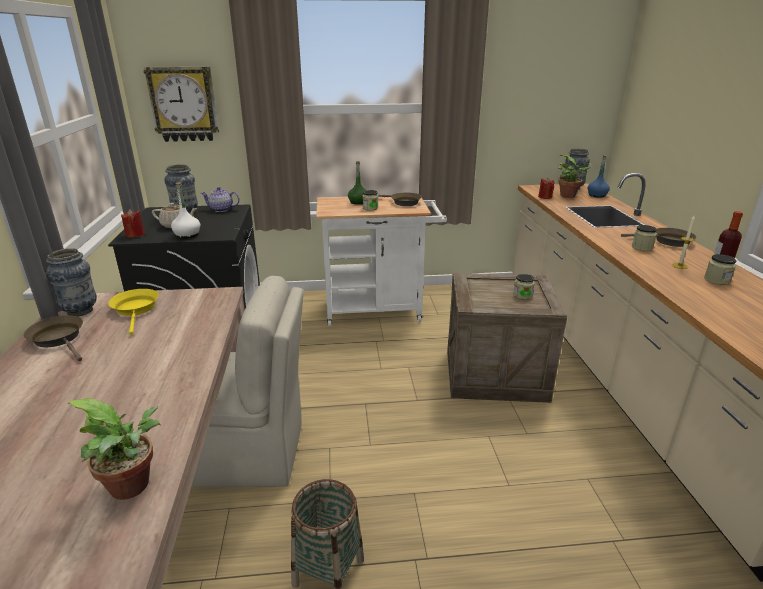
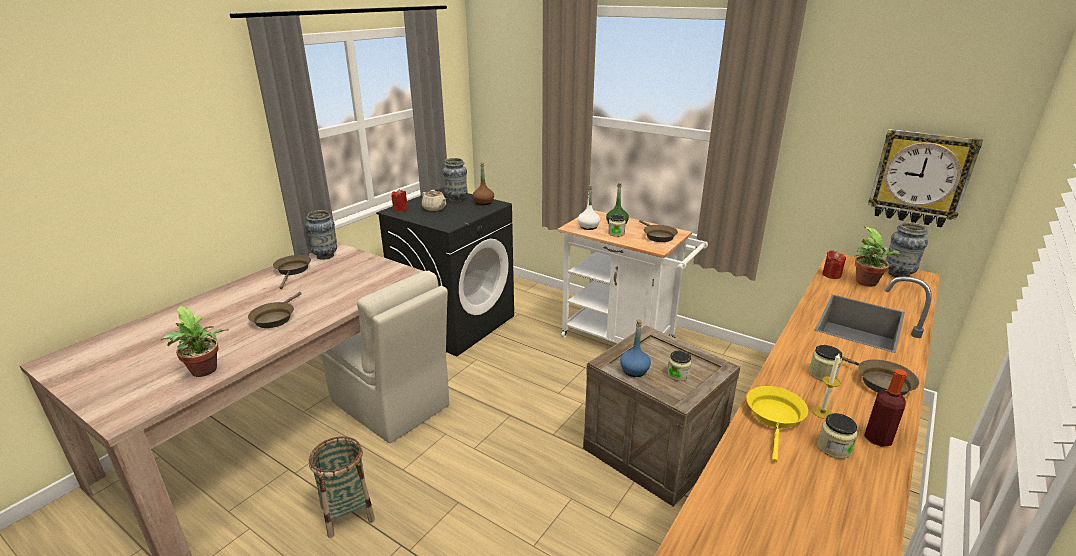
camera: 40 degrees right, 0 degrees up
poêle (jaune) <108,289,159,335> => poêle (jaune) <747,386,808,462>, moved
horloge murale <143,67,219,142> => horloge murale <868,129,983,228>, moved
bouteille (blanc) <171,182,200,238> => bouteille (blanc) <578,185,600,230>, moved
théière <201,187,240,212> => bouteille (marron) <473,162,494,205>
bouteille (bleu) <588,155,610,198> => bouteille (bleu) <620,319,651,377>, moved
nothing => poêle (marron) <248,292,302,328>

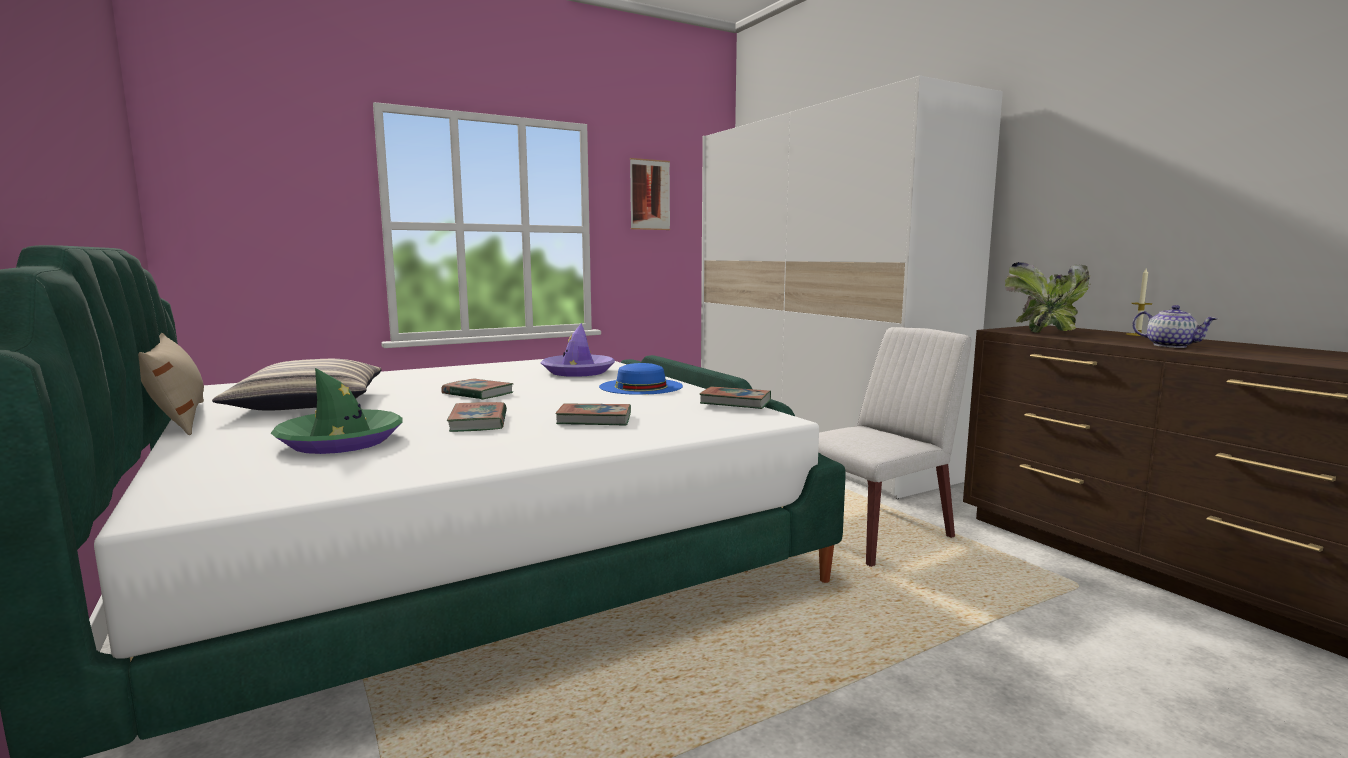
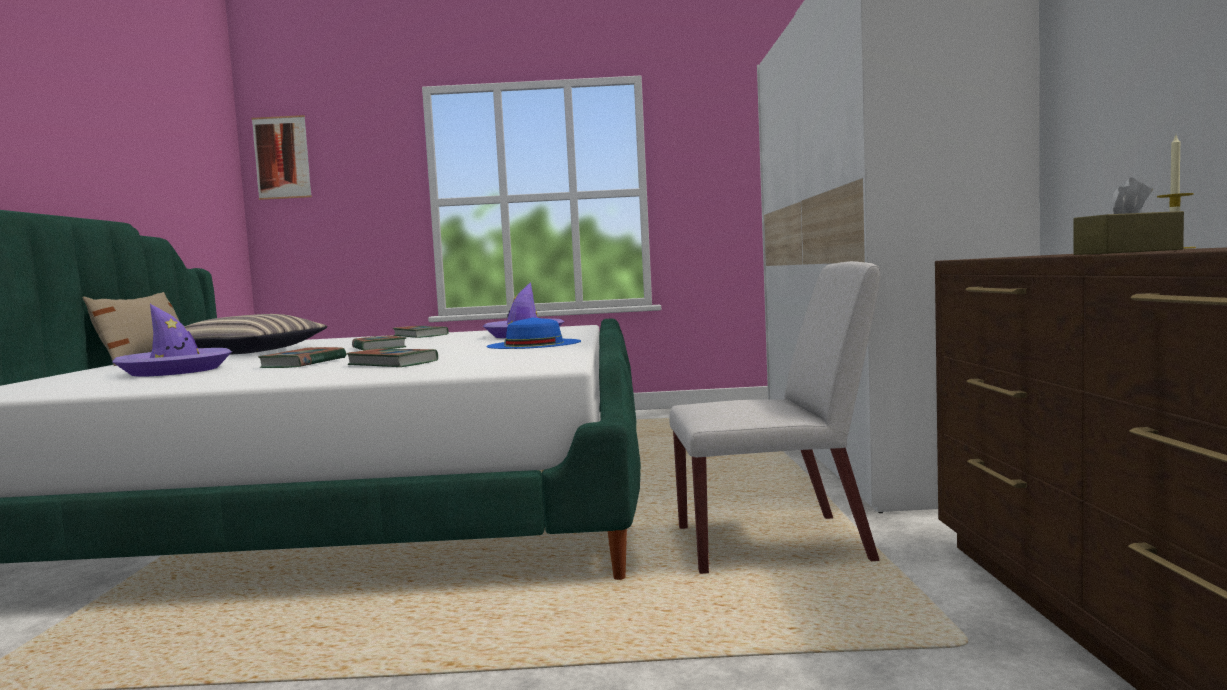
camera: 30 degrees right, 5 degrees down
chapeau (vert) <271,368,403,454> => chapeau (violet) <112,304,232,377>
tableau <630,158,670,230> => tableau <251,115,312,200>, moved
livre <700,386,771,409> => livre <393,326,449,338>, moved
plante en pot <1005,262,1090,333> => nothing
théière <1132,305,1218,348> => boîte à mouchoirs (marron) <1074,177,1184,255>

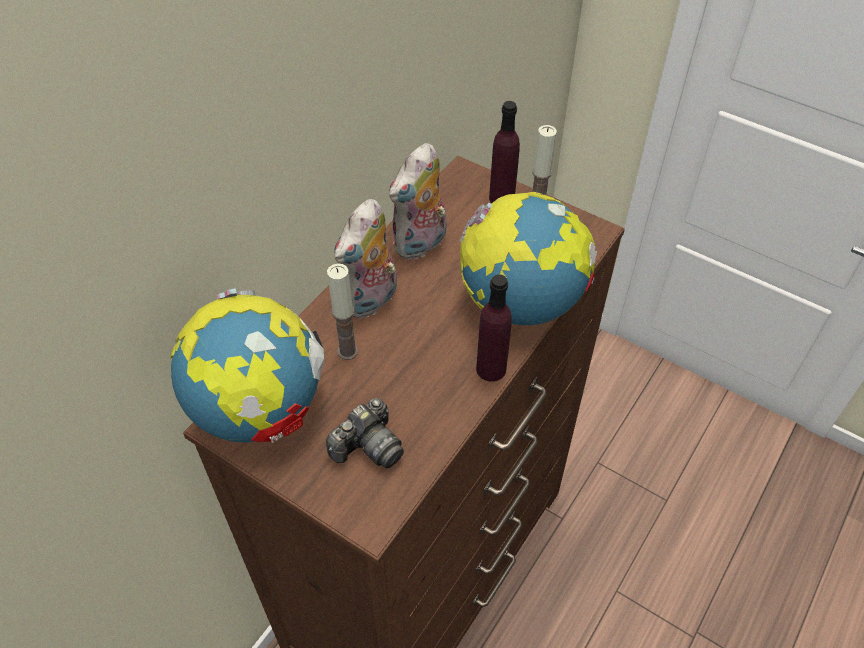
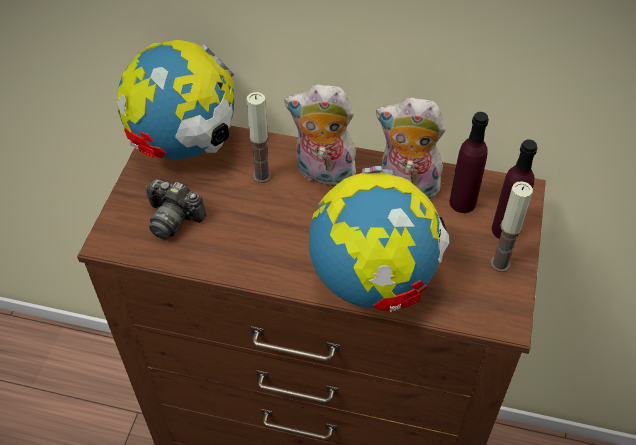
camera: 70 degrees right, 0 degrees up
bouteille (violet) <476,274,512,382> => bouteille (violet) <449,112,489,213>, moved

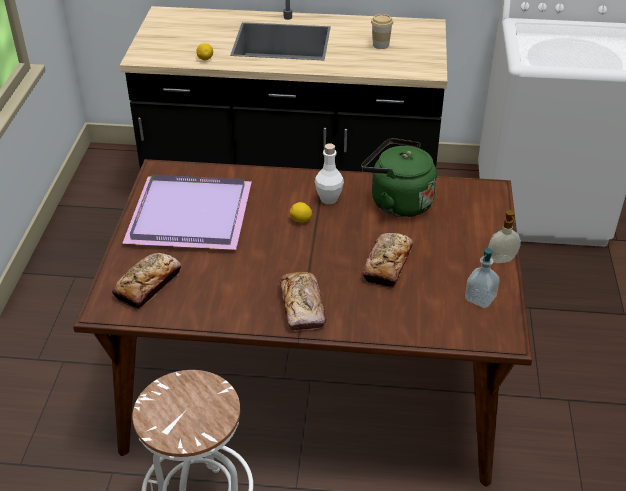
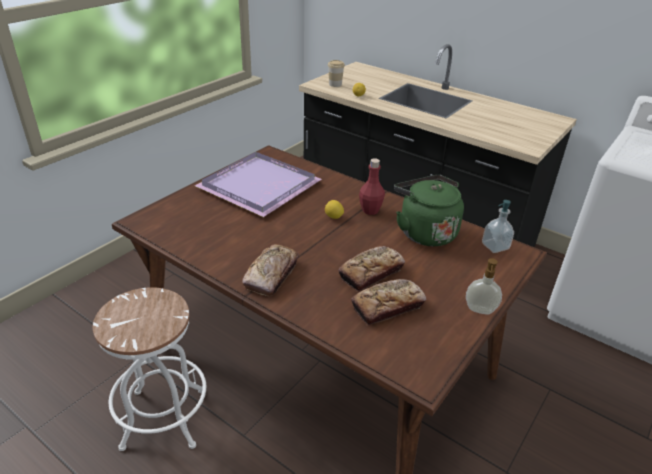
camera: 30 degrees right, 5 degrees down
pain <112,253,181,310> => pain <351,279,426,325>, moved
bouteille (blanc) <315,144,344,204> => bouteille (rouge) <359,158,385,215>
tasse <371,14,393,49> => tasse <328,60,345,87>, moved
distributeur de savon <465,248,499,308> => distributeur de savon <482,200,514,253>, moved

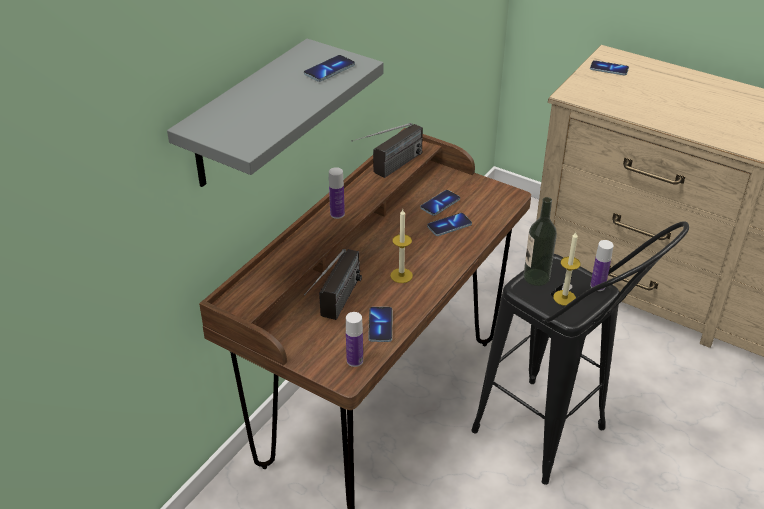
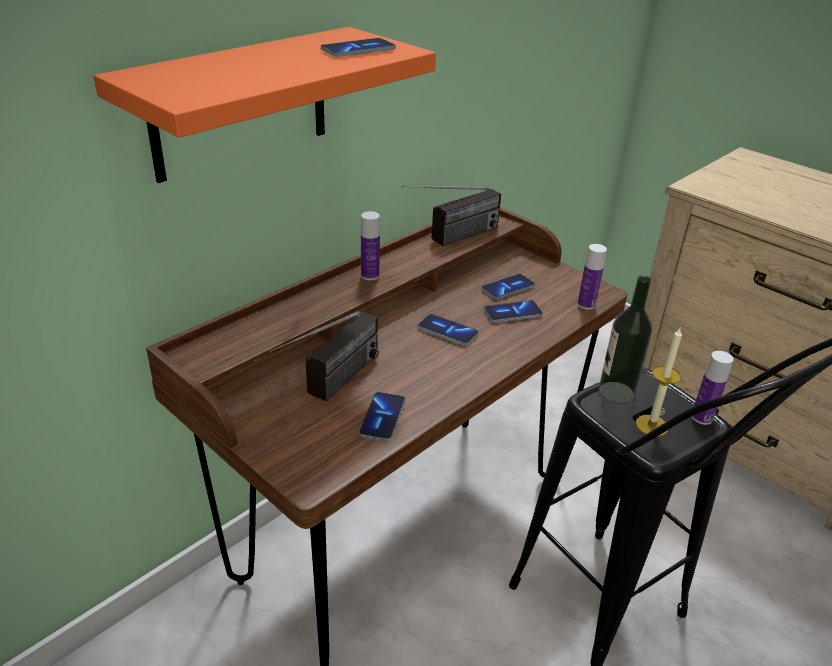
camera: 10 degrees right, 5 degrees down
étagère (gris) <167,39,383,187> => étagère (orange) <93,27,436,183>
bouteille <346,312,363,367> => bouteille <578,244,607,310>, moved
bougie <390,209,413,283> => nothing
téléphone <590,60,629,75> => téléphone <418,314,478,346>, moved

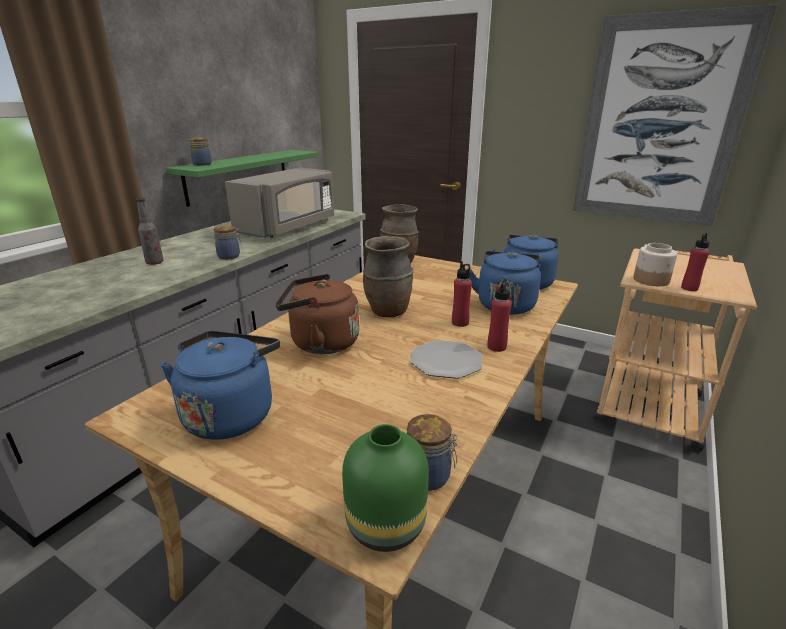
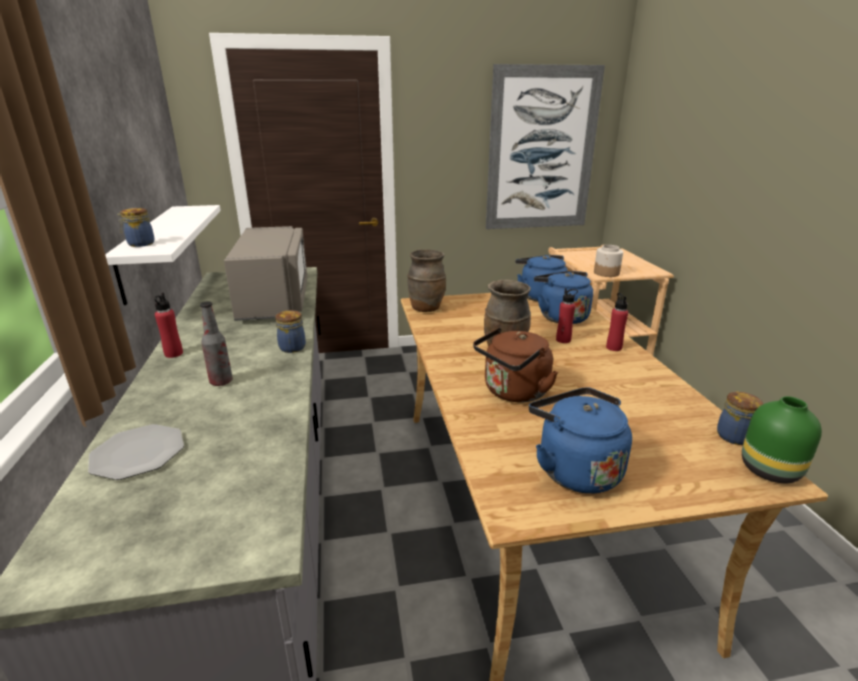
camera: 40 degrees left, 0 degrees up
étagère (vert) <166,150,319,207> => étagère (blanc) <105,205,221,305>
assiette <410,340,482,379> => assiette <88,424,184,480>, moved
bouteille (rouge) <681,233,710,291> => bouteille (rouge) <154,293,183,358>, moved

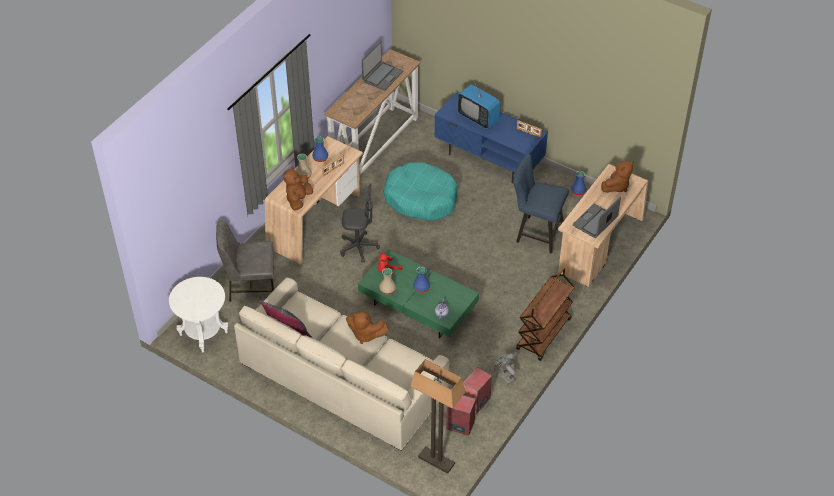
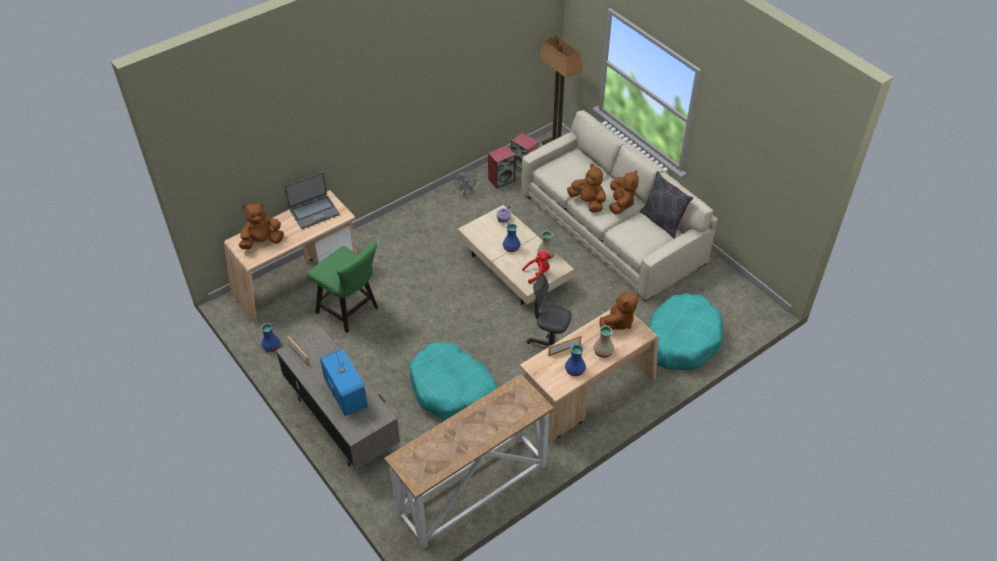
camera: 160 degrees left, 0 degrees up
table d'appoint (blanc) <169,277,228,352> => nothing
chaise (gris) <216,220,274,302> => panier pour chien (turquoise) <648,293,723,370>
table basse (vert) <358,249,479,338> => table basse (beige) <458,205,574,305>
ordinateur portable <362,41,403,91> => nothing
meuble télé (bleu) <434,93,548,183> => meuble télé (gris) <276,327,400,470>
chaise (bleu) <513,153,569,254> => chaise (vert) <307,242,378,333>
chariot (marron) <516,268,575,361> => nothing
nothing => peluche (marron) <609,170,639,214>

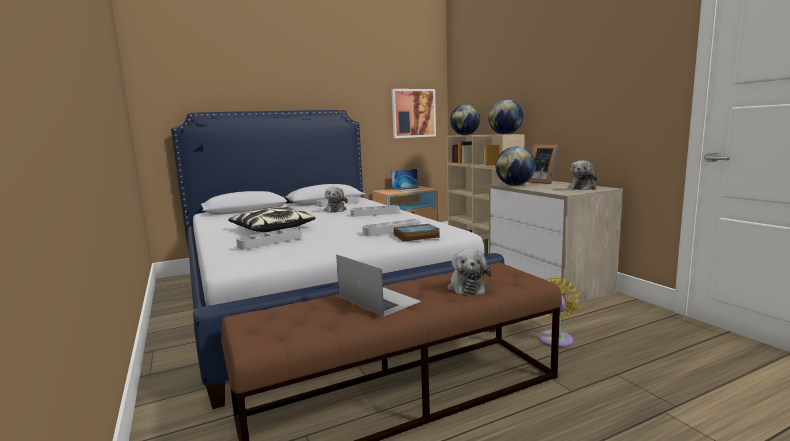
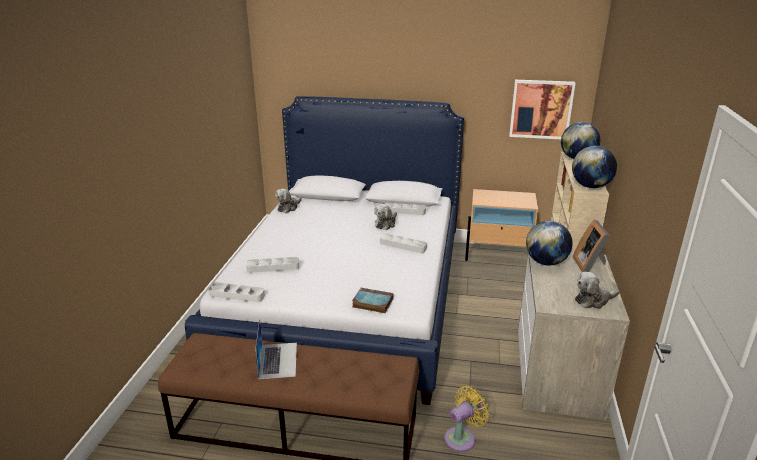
camera: 35 degrees right, 15 degrees up
coussin <228,207,316,232> => nothing
plateau (gris) <362,219,421,236> => plateau (gris) <209,282,265,302>, moved
ordinateur portable <391,169,427,192> => nothing
peluche <447,248,491,296> => peluche <275,189,302,213>, moved

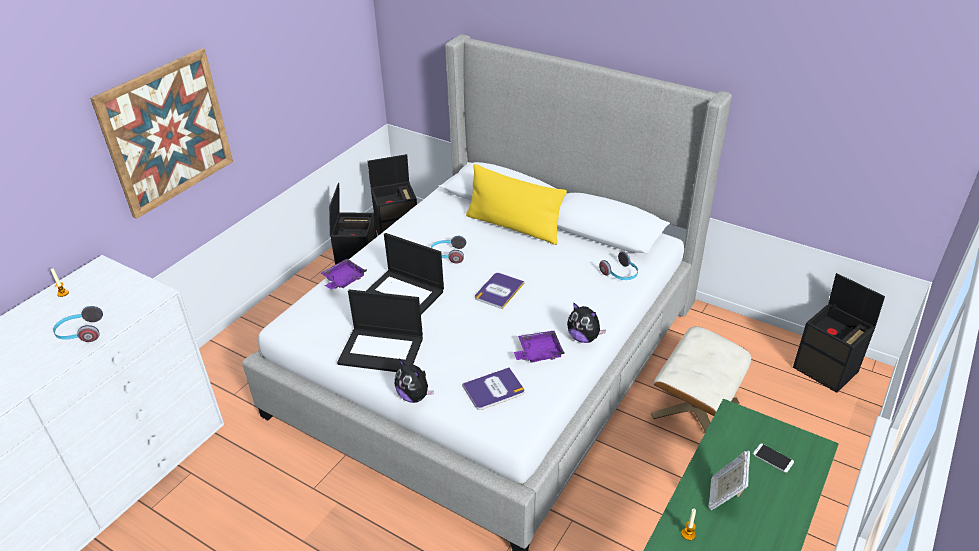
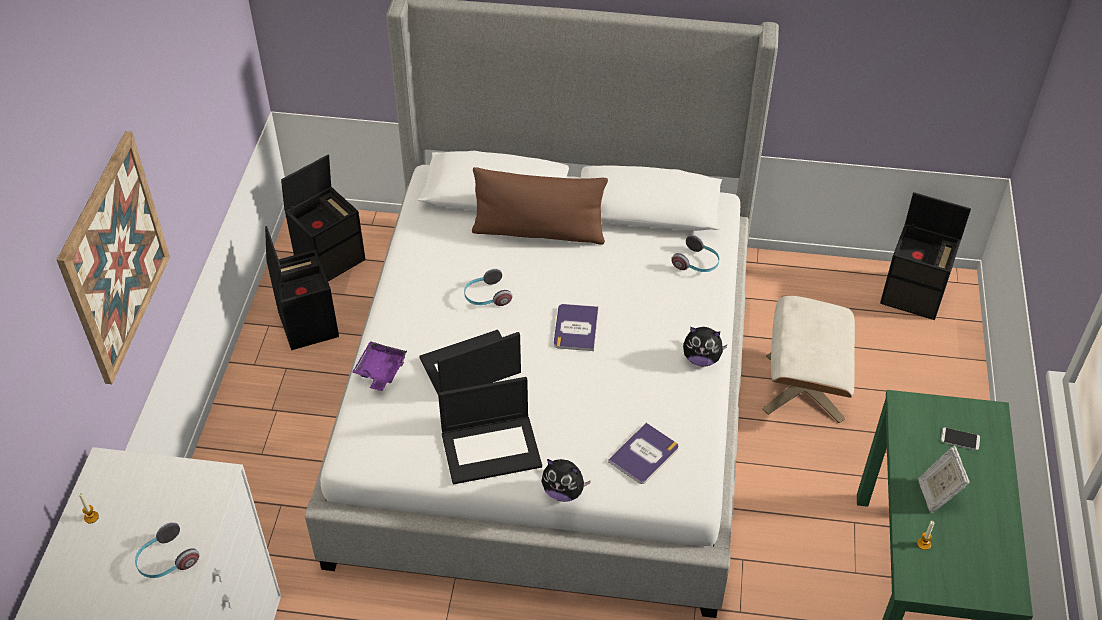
camera: 25 degrees left, 10 degrees up
ordinateur portable <366,233,444,315> => ordinateur portable <419,330,521,394>, 150 degrees clockwise
coussin (jaune) <466,164,567,245> => coussin (marron) <472,167,608,244>
plateau (violet) <514,331,565,363> => nothing

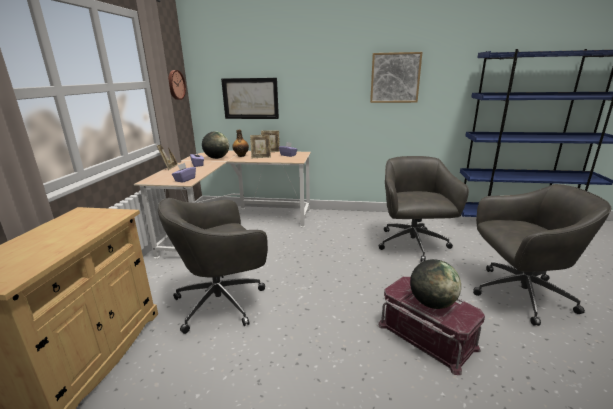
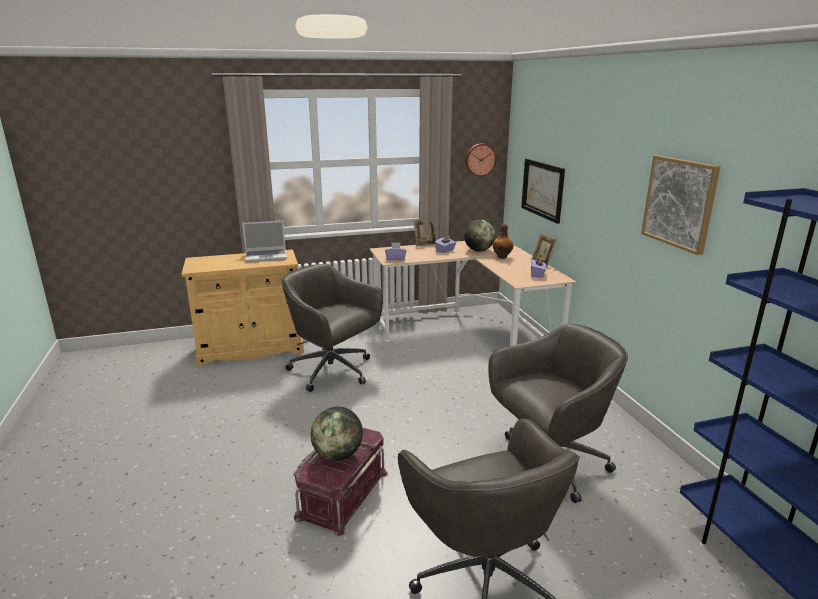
camera: 65 degrees right, 0 degrees up
cadre photo <250,135,271,158> => nothing
nothing => ordinateur portable <242,221,287,262>

